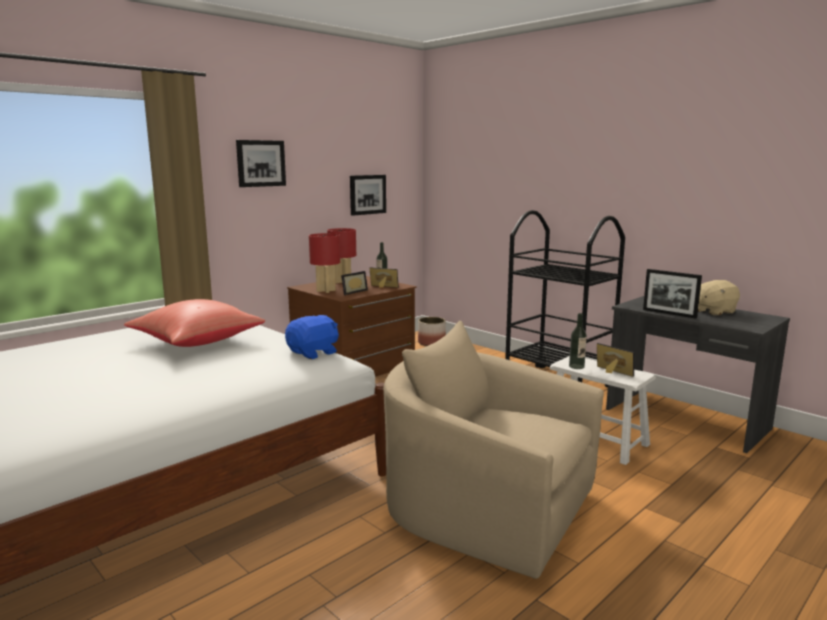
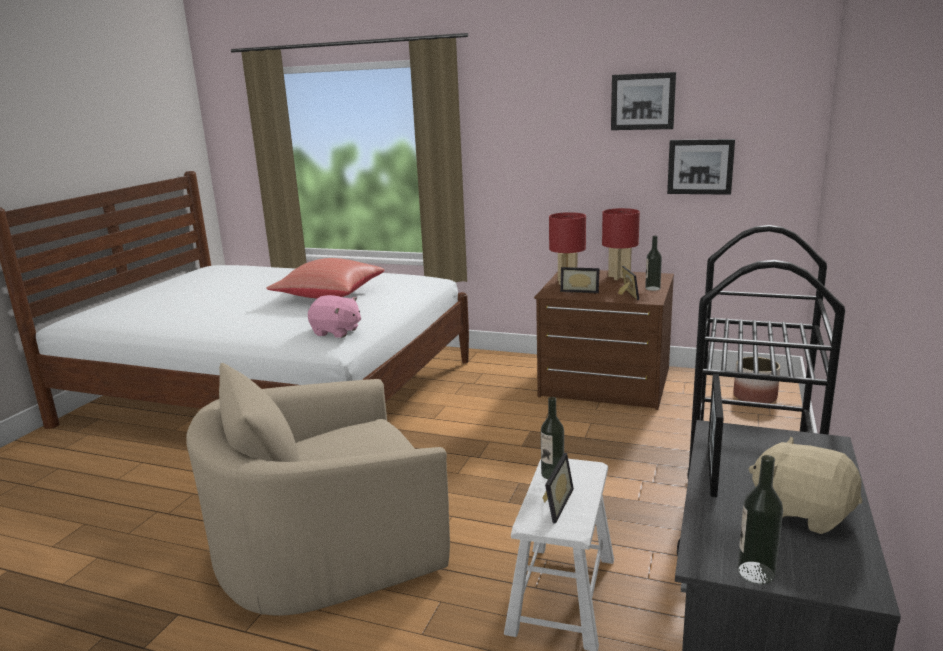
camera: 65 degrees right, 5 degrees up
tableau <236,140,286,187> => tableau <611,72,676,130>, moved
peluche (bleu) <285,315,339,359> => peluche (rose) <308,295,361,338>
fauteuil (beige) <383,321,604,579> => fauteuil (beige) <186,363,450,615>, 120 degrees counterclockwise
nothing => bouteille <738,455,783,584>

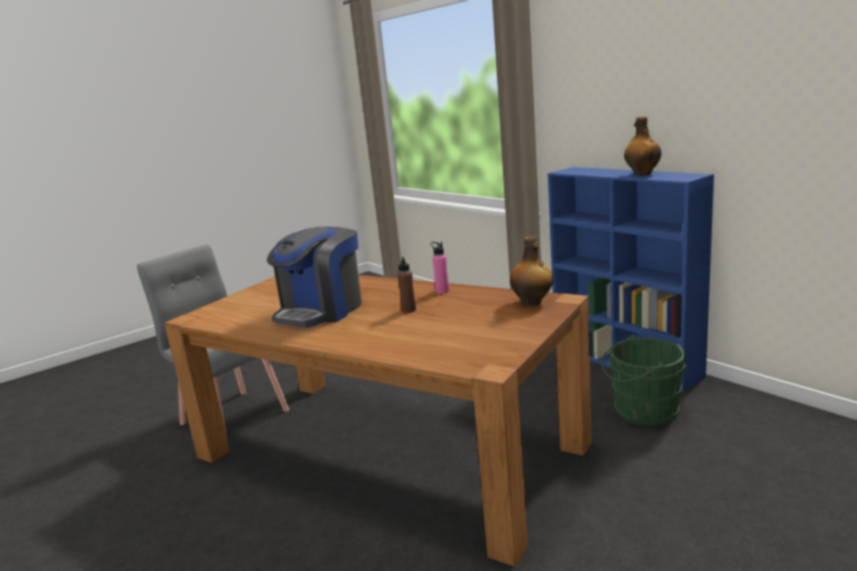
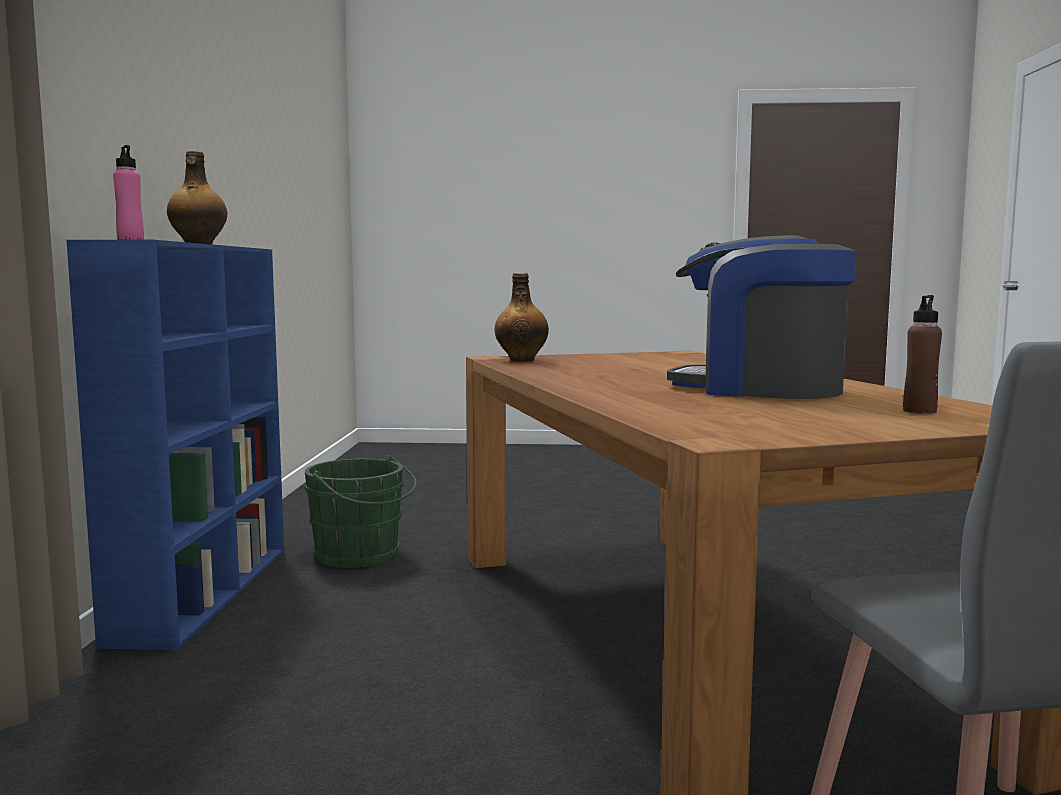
camera: 140 degrees left, 10 degrees down
machine à café <267,227,362,328> => machine à café <667,235,856,399>, 135 degrees counterclockwise
bouteille (marron) <397,257,416,313> => bouteille (marron) <903,295,942,414>, moved
bouteille (rose) <431,242,449,294> => bouteille (rose) <113,145,144,240>, moved

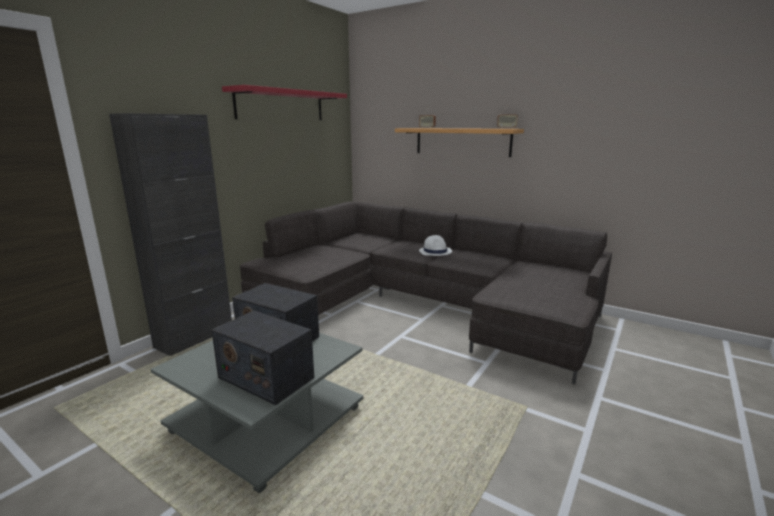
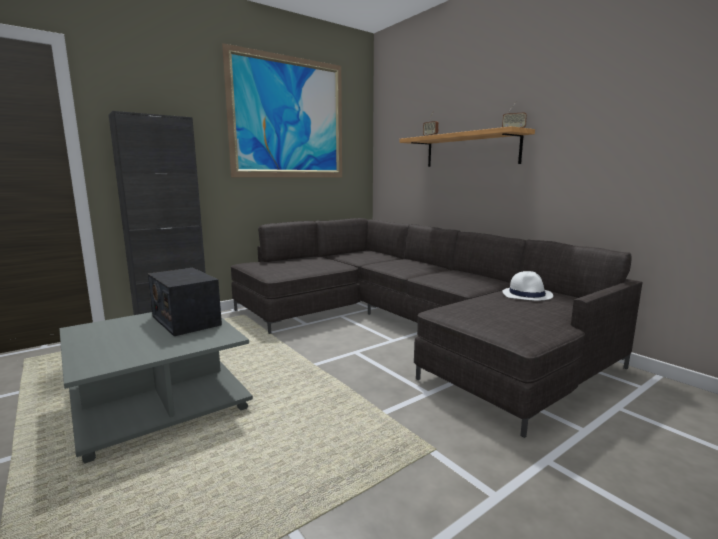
camera: 20 degrees right, 5 degrees down
radio <212,311,314,405> => nothing
étagère (rouge) <222,85,347,120> => tableau <222,43,342,177>
chapeau (blanc) <419,235,452,256> => chapeau (blanc) <502,271,553,301>, moved

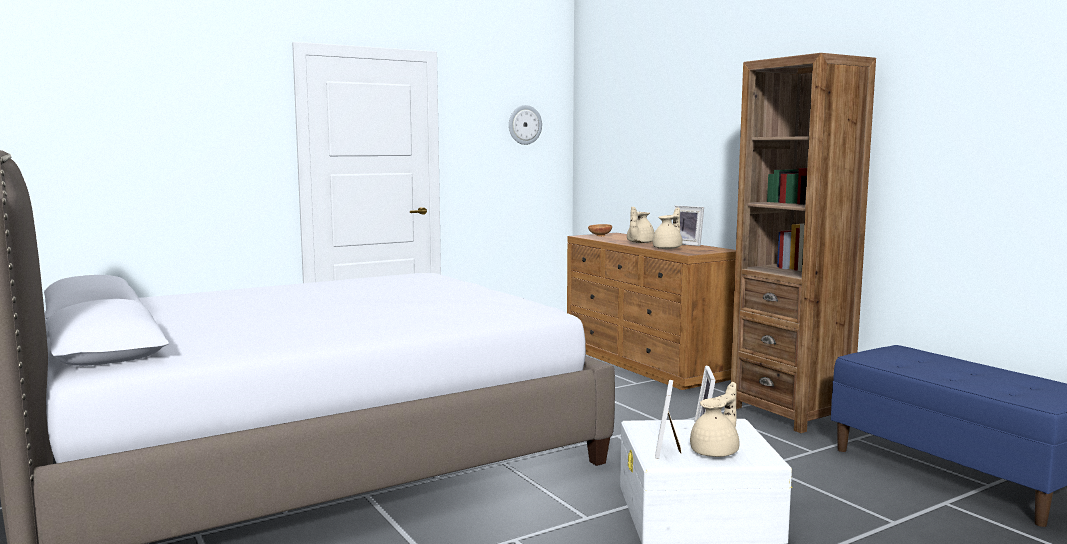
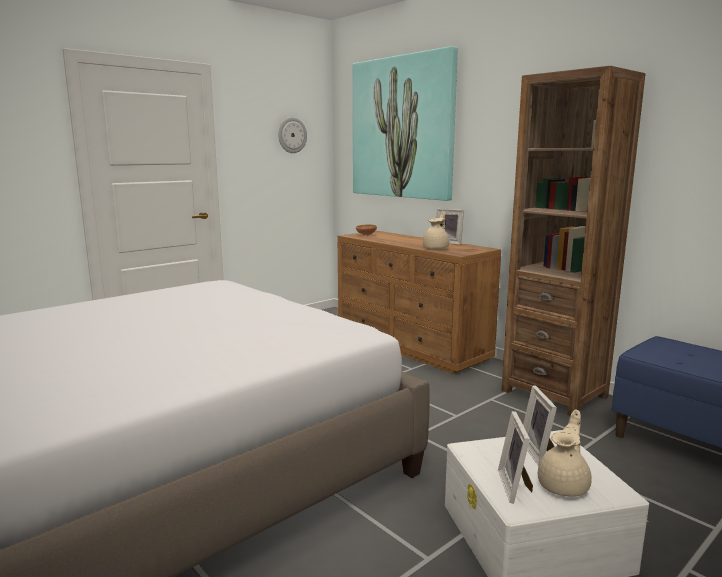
camera: 10 degrees left, 5 degrees up
théière (beige) <627,206,655,243> => nothing
nothing => tableau <353,46,458,201>

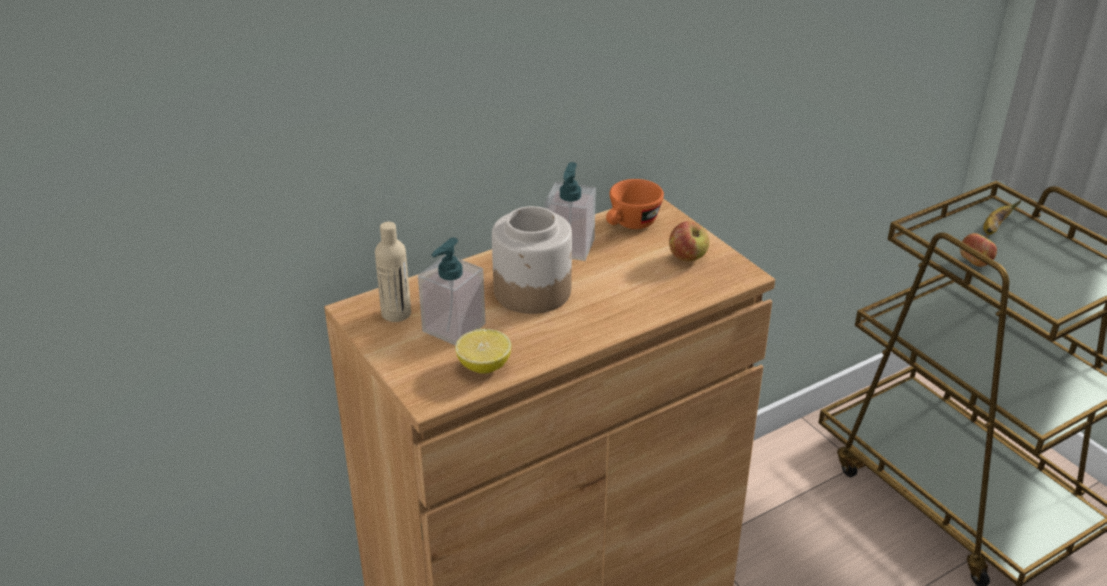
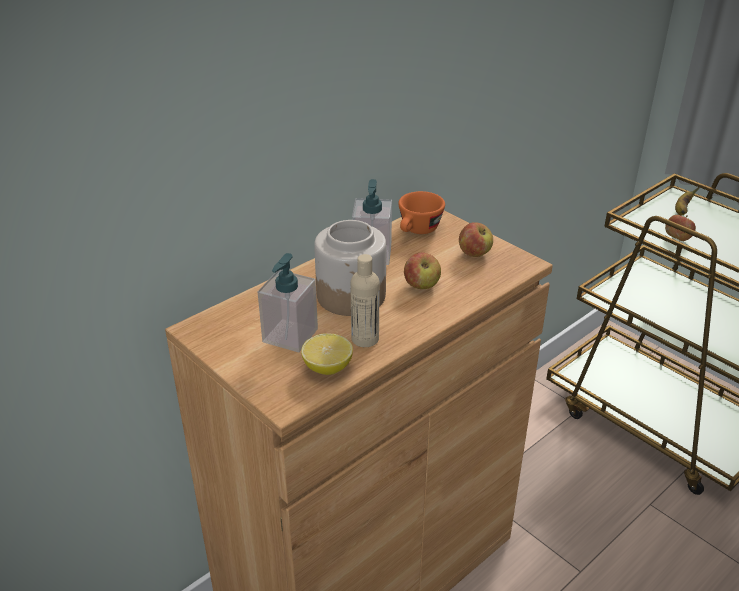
camera: 10 degrees left, 0 degrees up
bouteille (beige) <375,222,411,322> => bouteille (beige) <351,254,379,347>, moved
nothing => pomme <404,252,441,289>

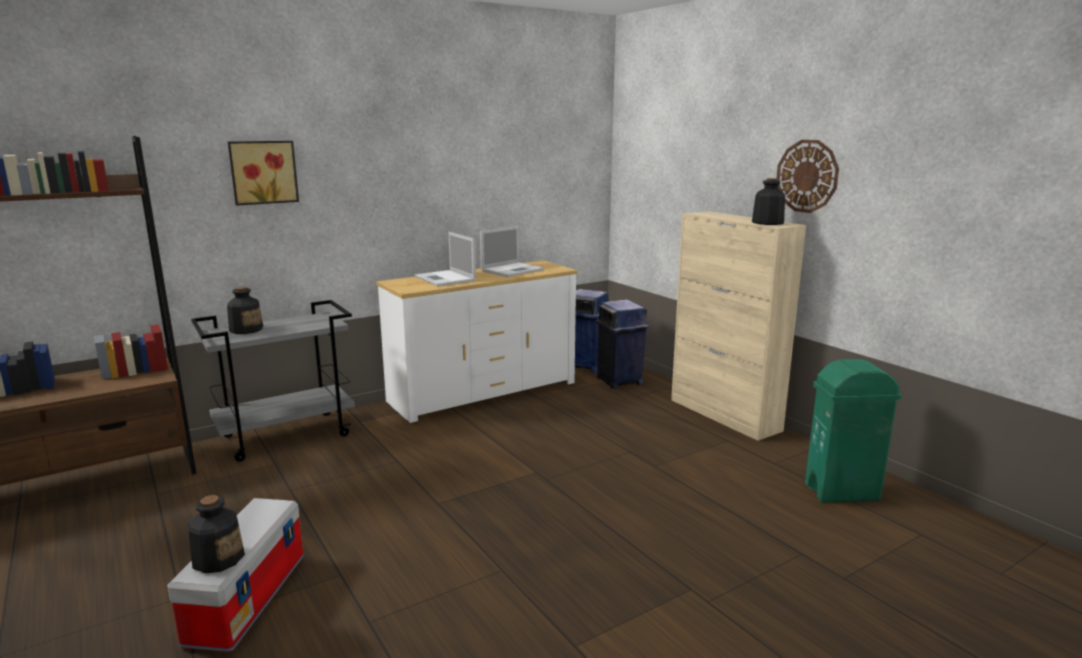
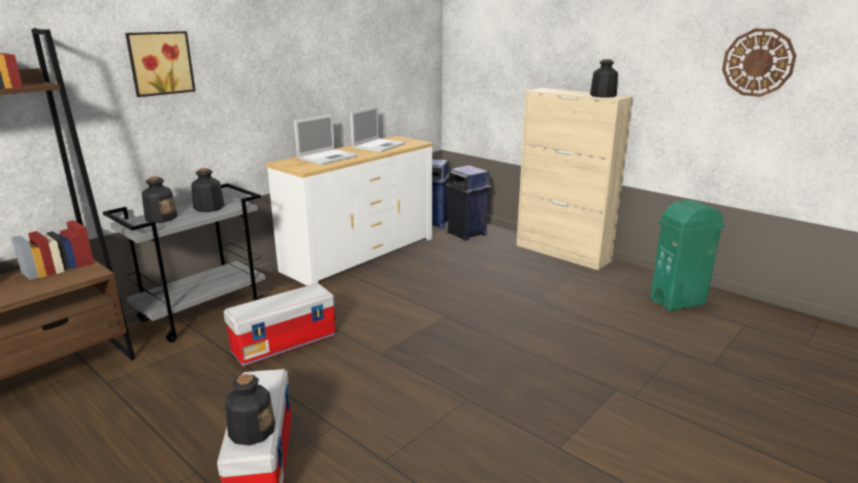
camera: 15 degrees left, 5 degrees up
ordinateur portable <415,232,476,287> => ordinateur portable <294,114,358,165>, 90 degrees counterclockwise
horloge murale <776,140,839,213> => horloge murale <722,29,796,97>, moved
nothing => bouteille <191,168,224,212>
nothing => boîte de rangement <224,283,336,366>

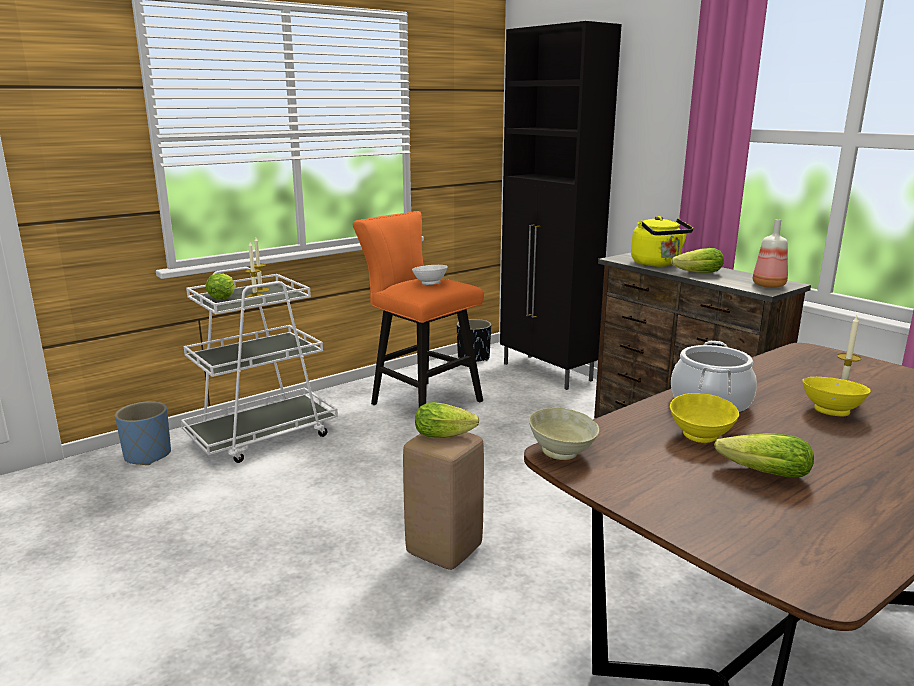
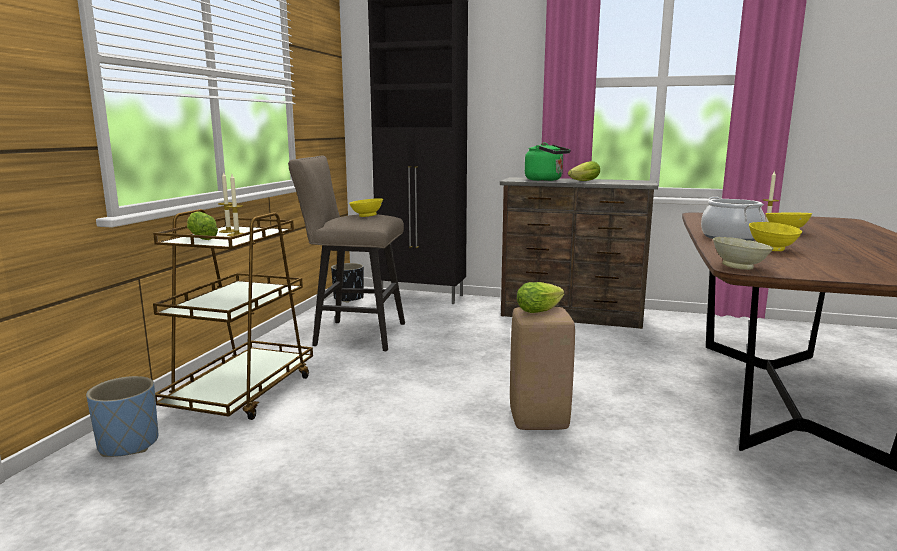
camera: 35 degrees left, 5 degrees down
chariot (blanc) <181,267,338,463> => chariot (marron) <153,209,313,420>
tabouret (orange) <353,211,484,407> => tabouret (beige) <288,156,405,351>
bol (blanc) <412,265,448,285> => bol (jaune) <349,198,383,217>
bouilloire (jaune) <631,216,693,267> => bouilloire (vert) <525,142,570,181>
laitue <714,433,814,478> => nothing
bouteille <753,219,788,288> => nothing

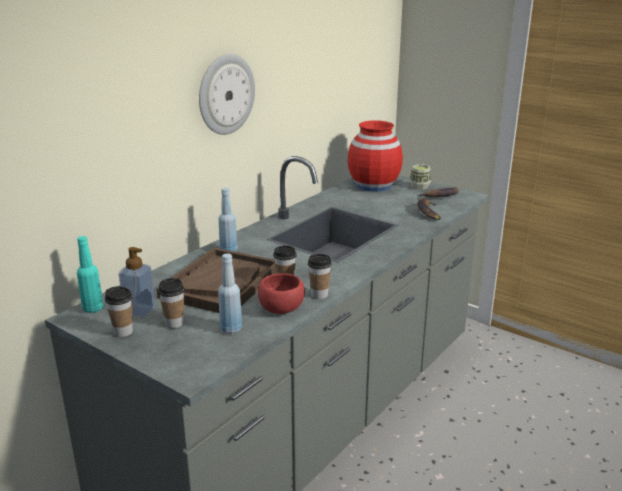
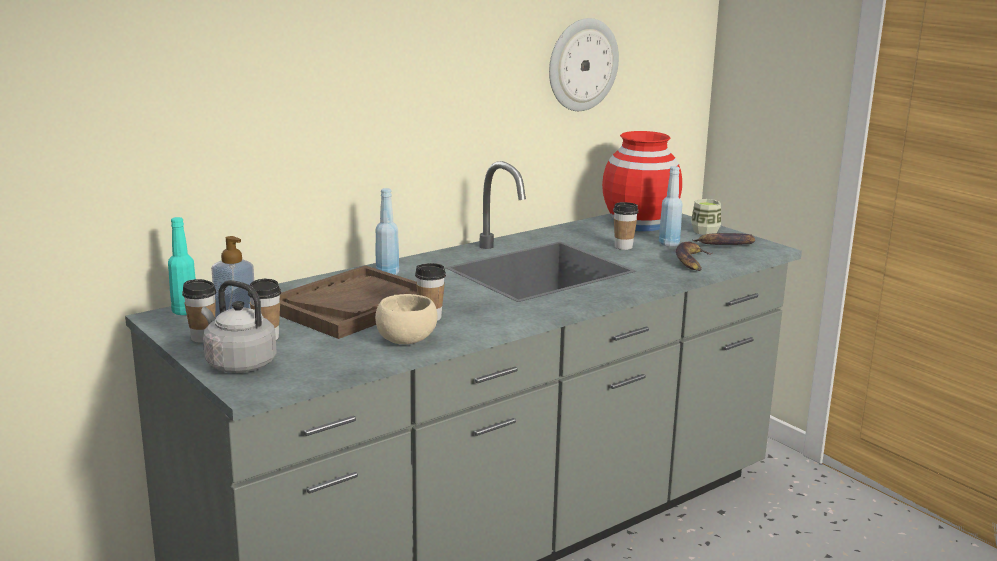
camera: 15 degrees right, 5 degrees down
horloge murale <199,54,255,135> => horloge murale <549,18,619,111>, moved
bouteille (bleu) <218,253,242,334> => bouteille (bleu) <659,166,683,247>, moved
bol (rouge) <258,273,305,314> => bol (beige) <375,294,437,344>
tasse <308,254,332,299> => tasse <613,202,639,250>, moved
nothing => bouilloire (gris) <201,280,277,373>

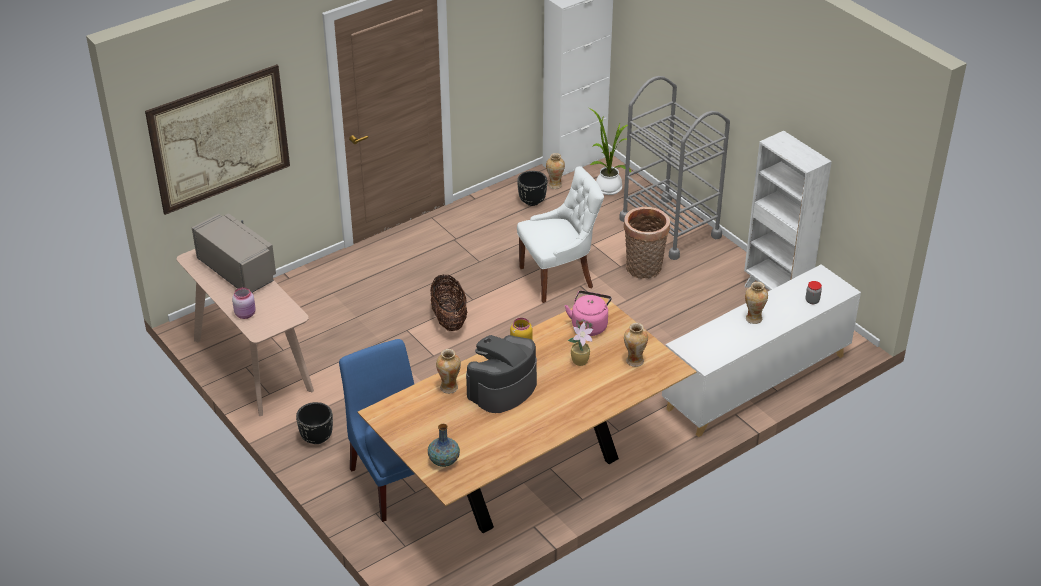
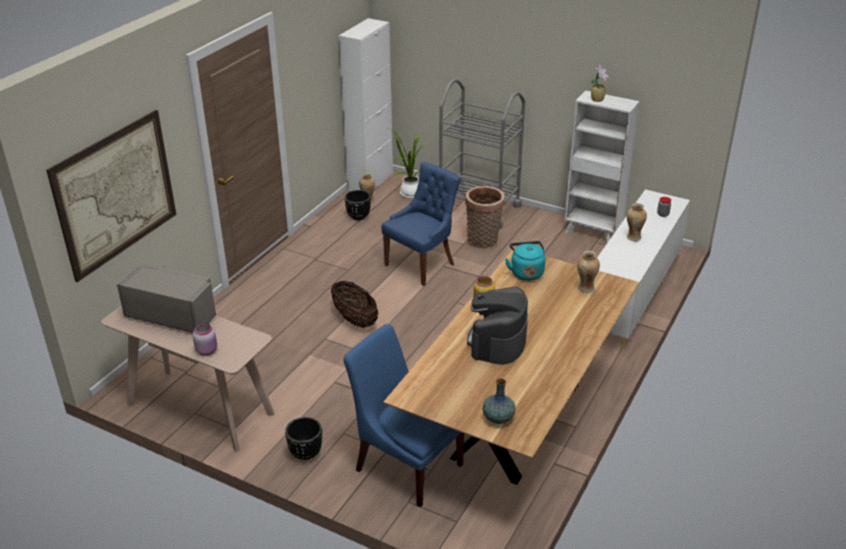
camera: 25 degrees left, 5 degrees down
vase <436,349,461,394> => nothing
chaise (blanc) <517,166,604,303> => chaise (bleu) <381,162,461,286>
bouilloire (rose) <565,291,612,336> => bouilloire (turquoise) <505,241,545,281>
plante en pot <567,322,593,366> => plante en pot <590,65,609,102>, moved

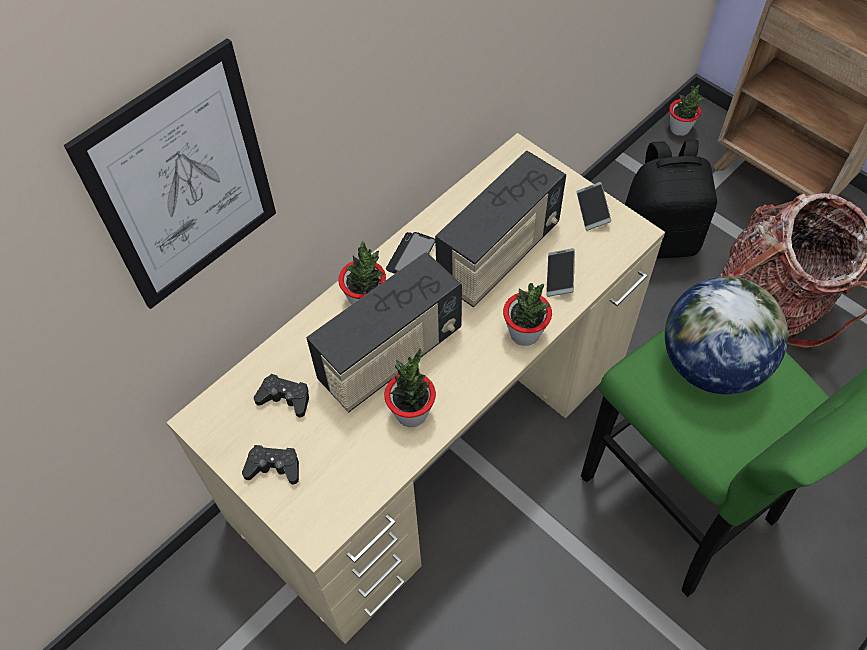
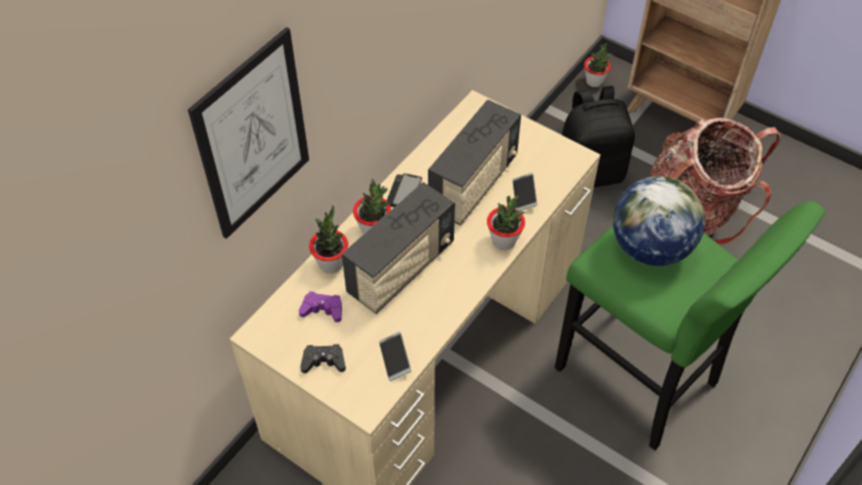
camera: 10 degrees left, 5 degrees down
manette (noir) <254,374,309,418> => manette (violet) <299,291,342,322>
plante en pot <384,348,436,427> => plante en pot <309,205,348,274>, moved
téléphone <577,182,611,231> => téléphone <379,332,411,381>, moved

